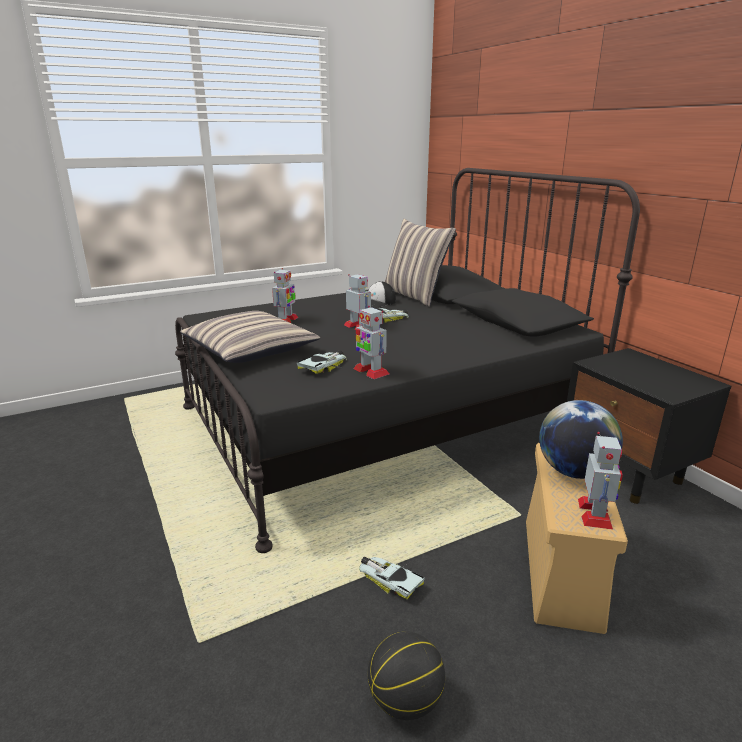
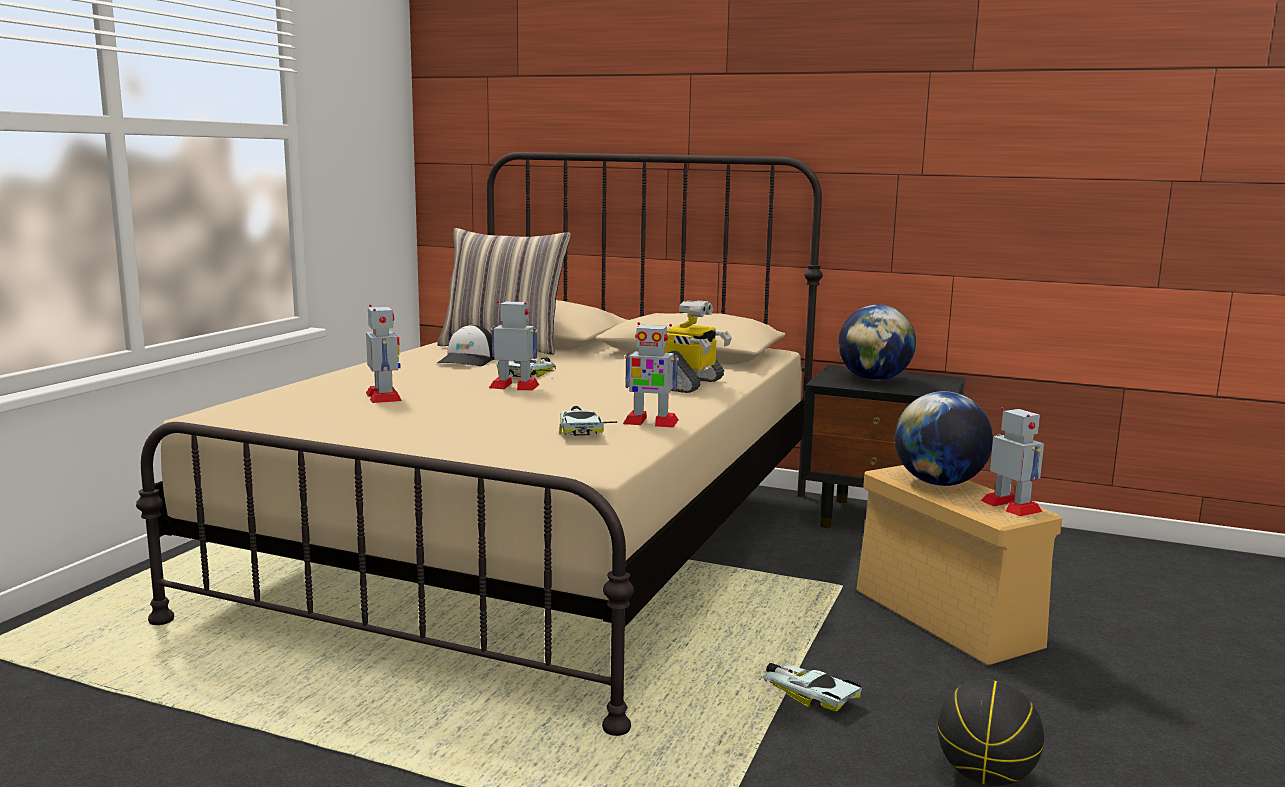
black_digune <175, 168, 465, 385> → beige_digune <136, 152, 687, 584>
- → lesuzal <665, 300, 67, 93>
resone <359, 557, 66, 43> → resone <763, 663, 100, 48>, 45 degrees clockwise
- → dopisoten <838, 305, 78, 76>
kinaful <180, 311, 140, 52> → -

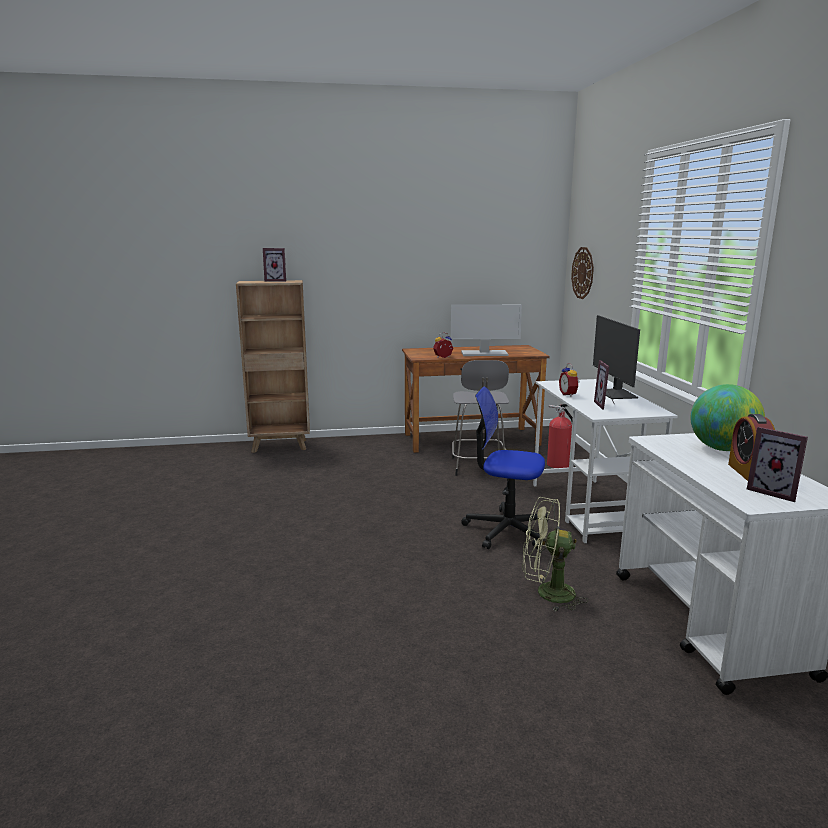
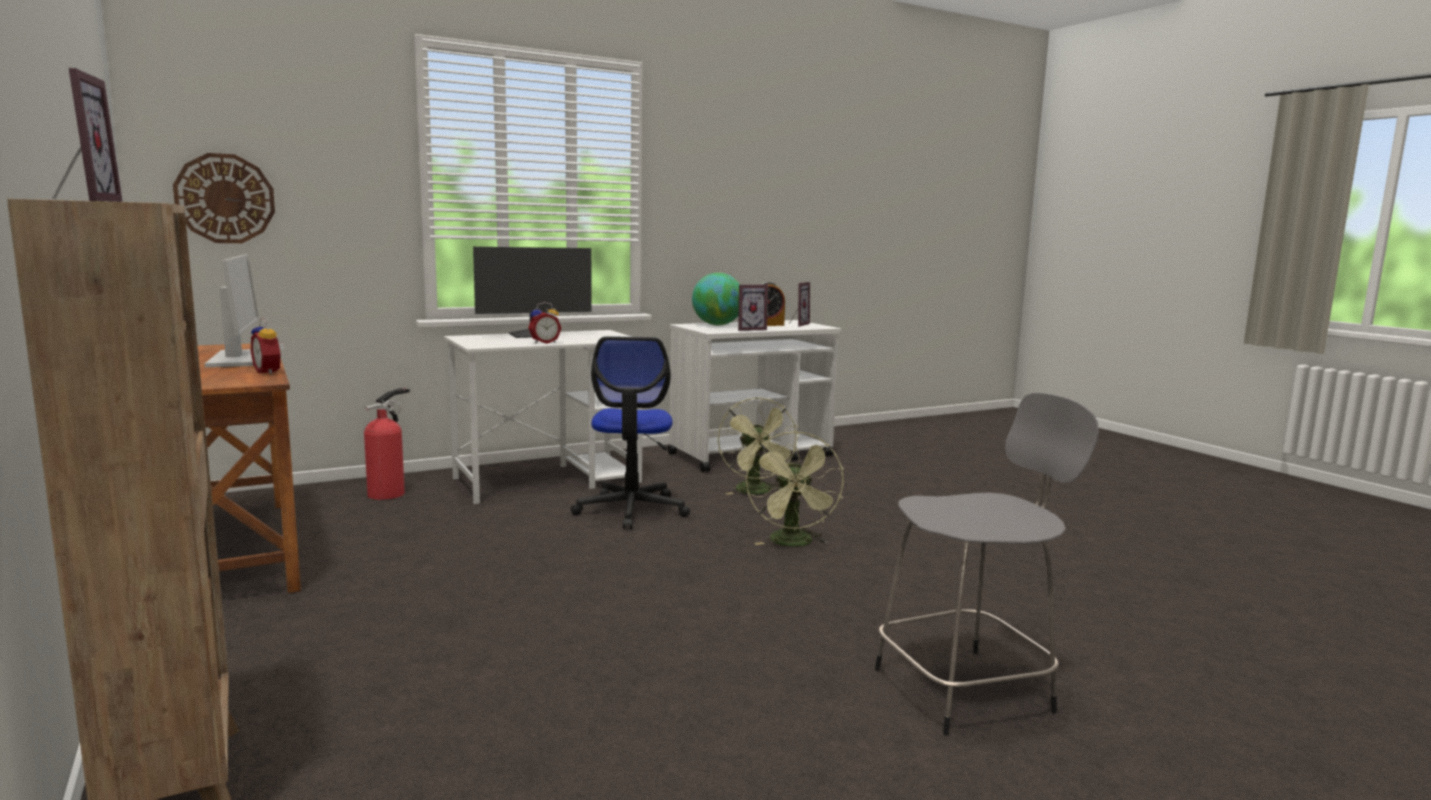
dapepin <594, 360, 21, 49> → dapepin <738, 285, 30, 46>, shifted
- → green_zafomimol <746, 431, 98, 116>
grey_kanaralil <452, 360, 57, 116> → grey_kanaralil <875, 393, 224, 343>, shifted

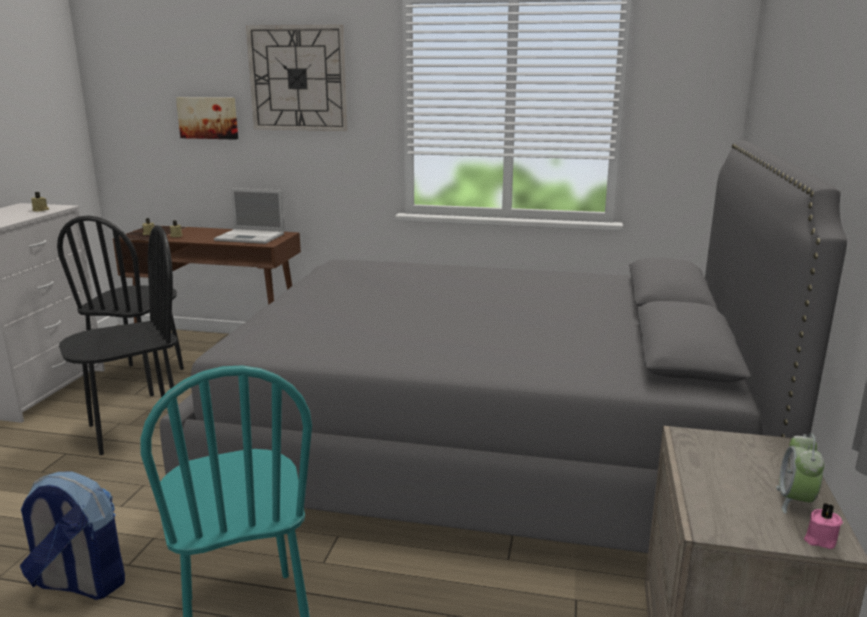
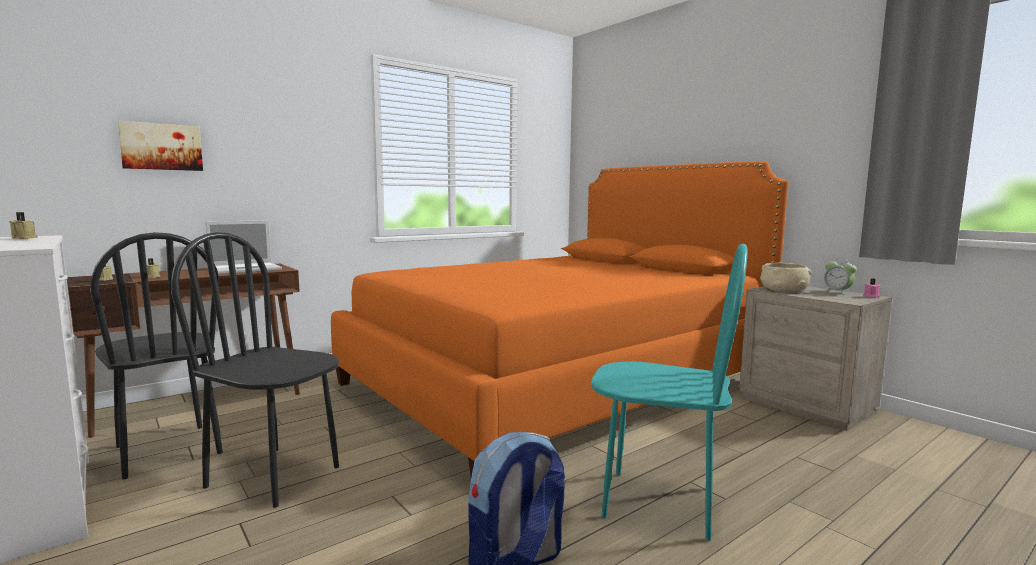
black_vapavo <59, 225, 119, 230> → black_vapavo <171, 232, 168, 276>, 75 degrees counterclockwise
grey_digune <160, 140, 687, 413> → orange_digune <331, 161, 457, 316>
- → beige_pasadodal <760, 263, 51, 29>
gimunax <246, 25, 102, 106> → -

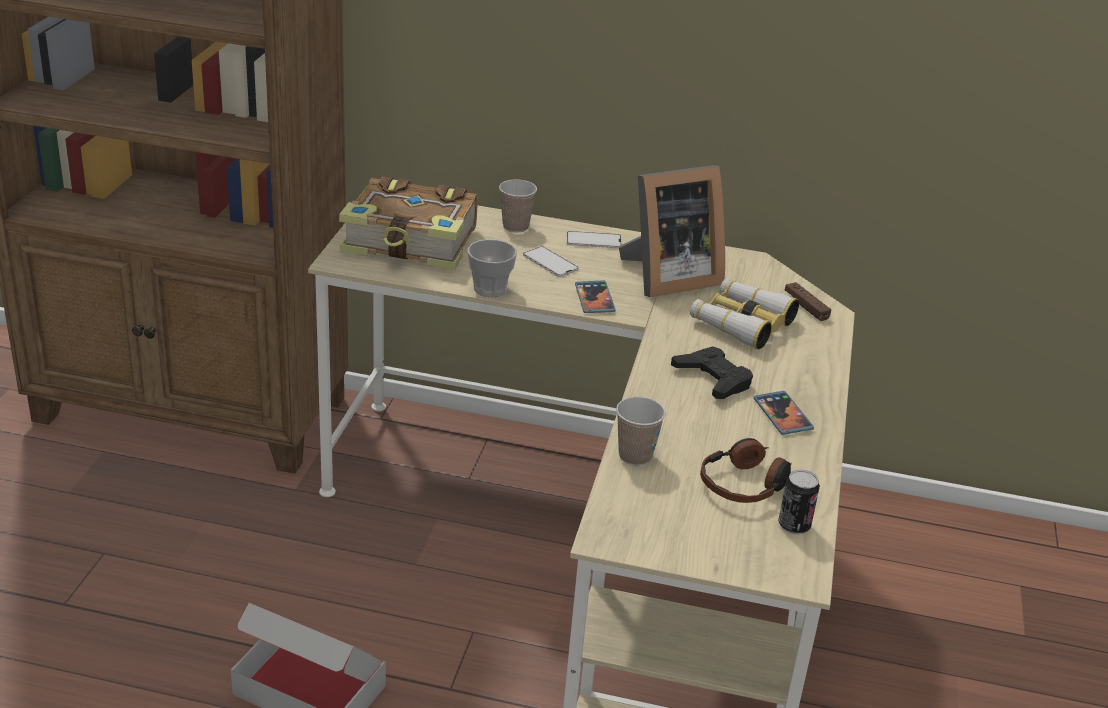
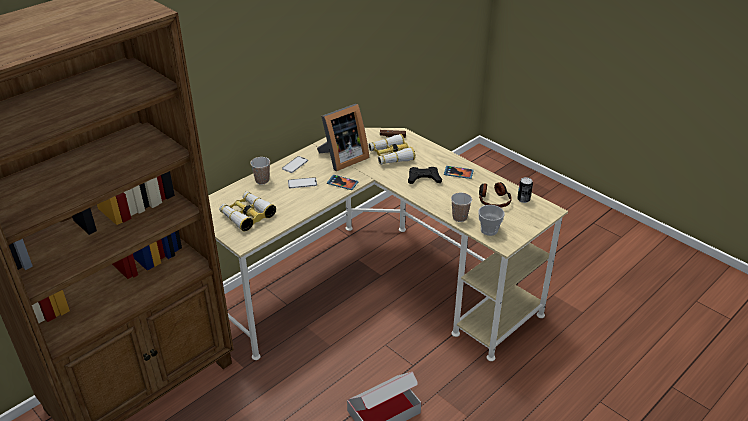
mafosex <339, 176, 139, 94> → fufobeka <219, 191, 57, 40>
dapepin <618, 165, 107, 132> → dapepin <317, 104, 52, 67>, 45 degrees clockwise
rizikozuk <468, 239, 49, 58> → rizikozuk <479, 205, 25, 31>, shifted

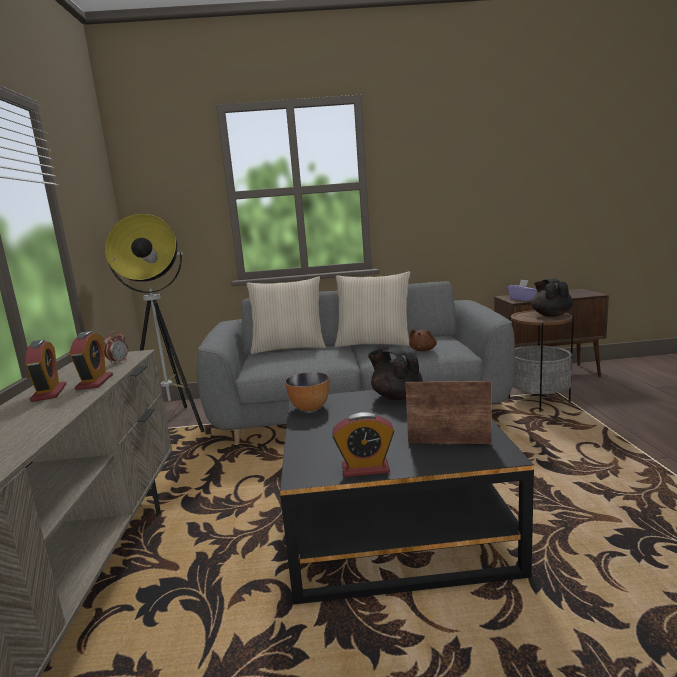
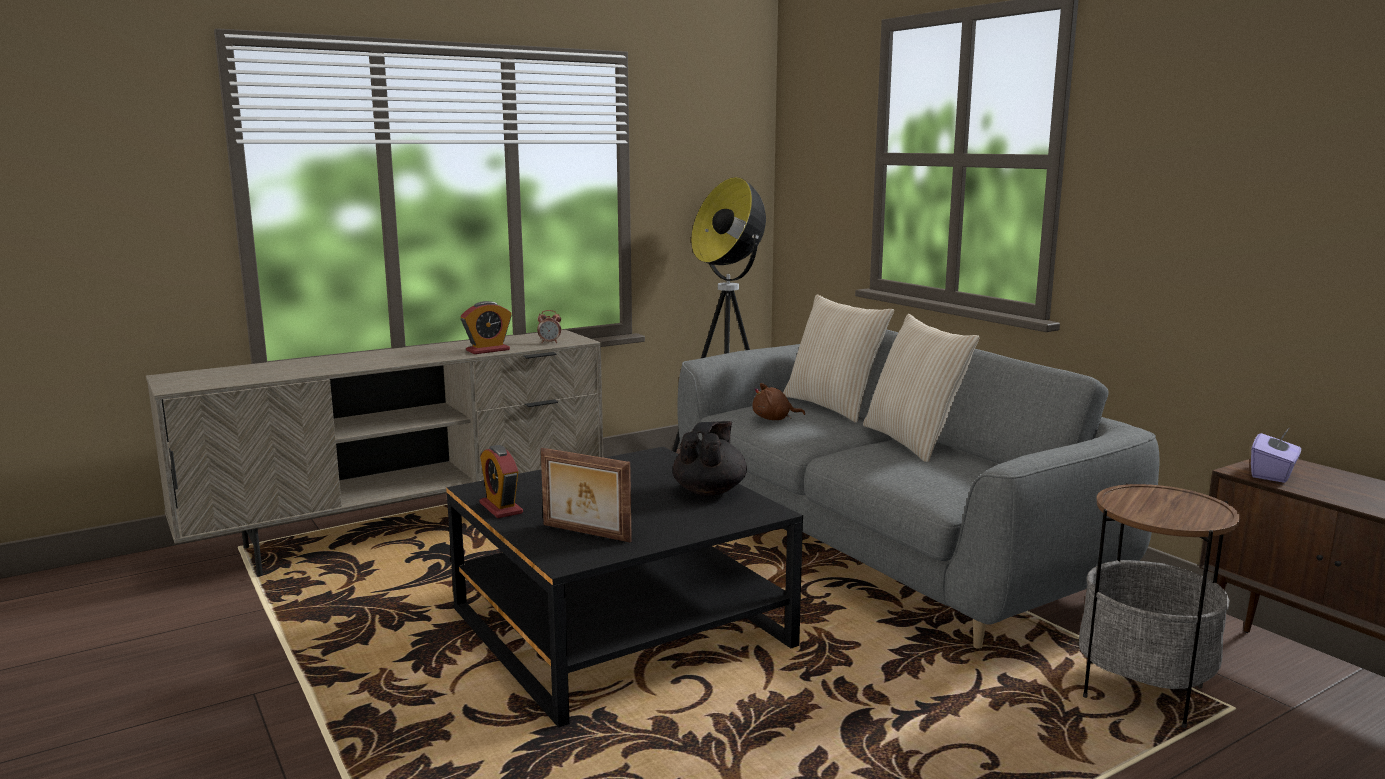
dapepin <405, 381, 87, 63> → dapepin <541, 448, 91, 95>, 135 degrees clockwise
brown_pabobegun <409, 329, 28, 22> → brown_pabobegun <752, 383, 53, 37>, shifted
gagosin <25, 340, 41, 62> → -
pasadodal <285, 372, 45, 39> → -
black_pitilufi <531, 278, 42, 39> → -

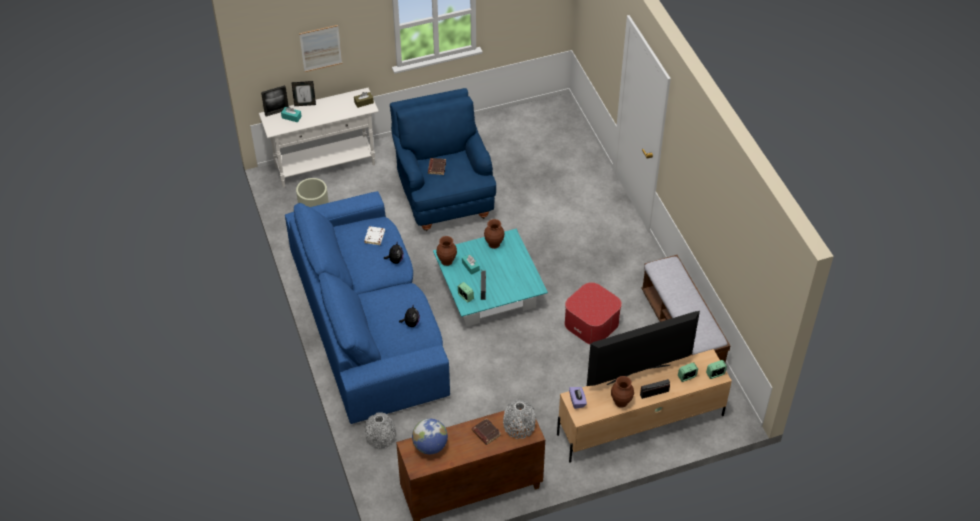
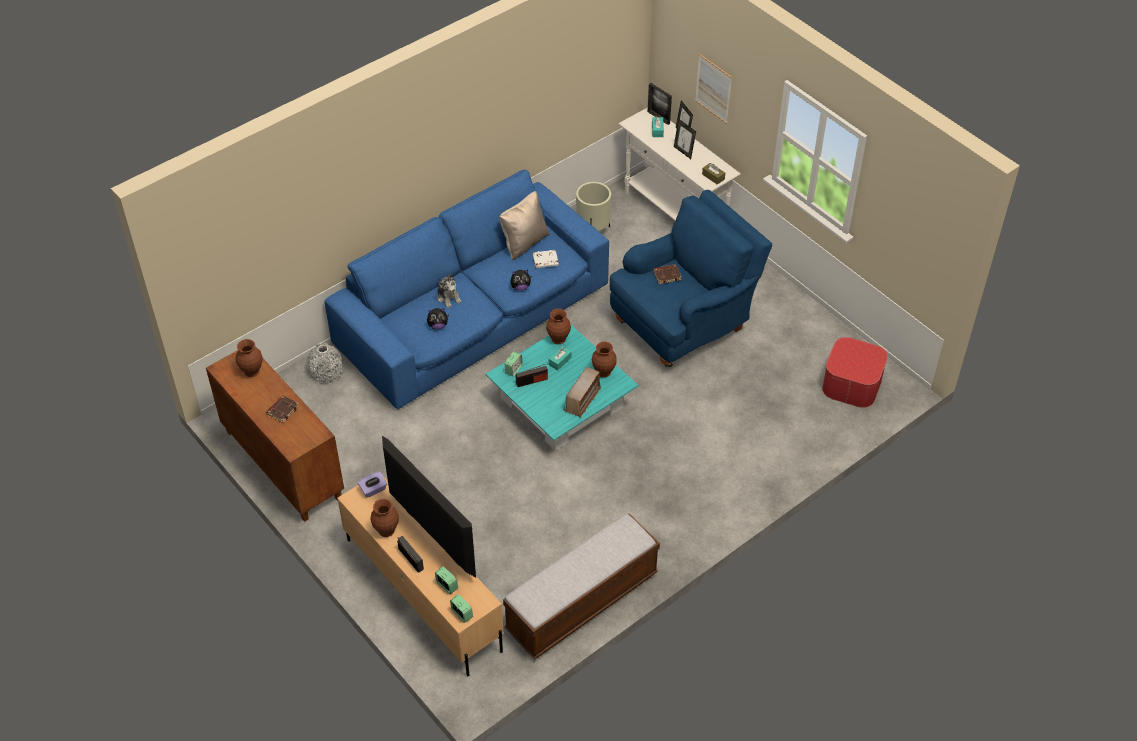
dopisoten <412, 419, 36, 35> → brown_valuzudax <236, 339, 27, 38>
- → pabobegun <437, 274, 25, 34>
- → beige_kinaful <500, 191, 50, 69>
- → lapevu <564, 367, 37, 50>
- → dapepin <674, 119, 22, 40>
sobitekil <565, 282, 57, 62> → sobitekil <822, 337, 66, 71>, shifted
grey_valuzudax <503, 399, 33, 40> → -

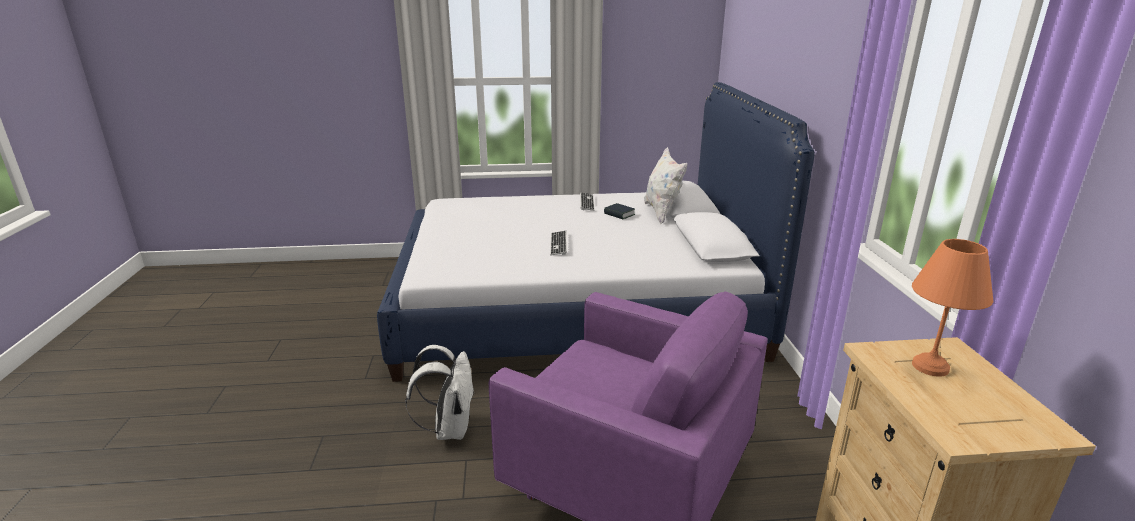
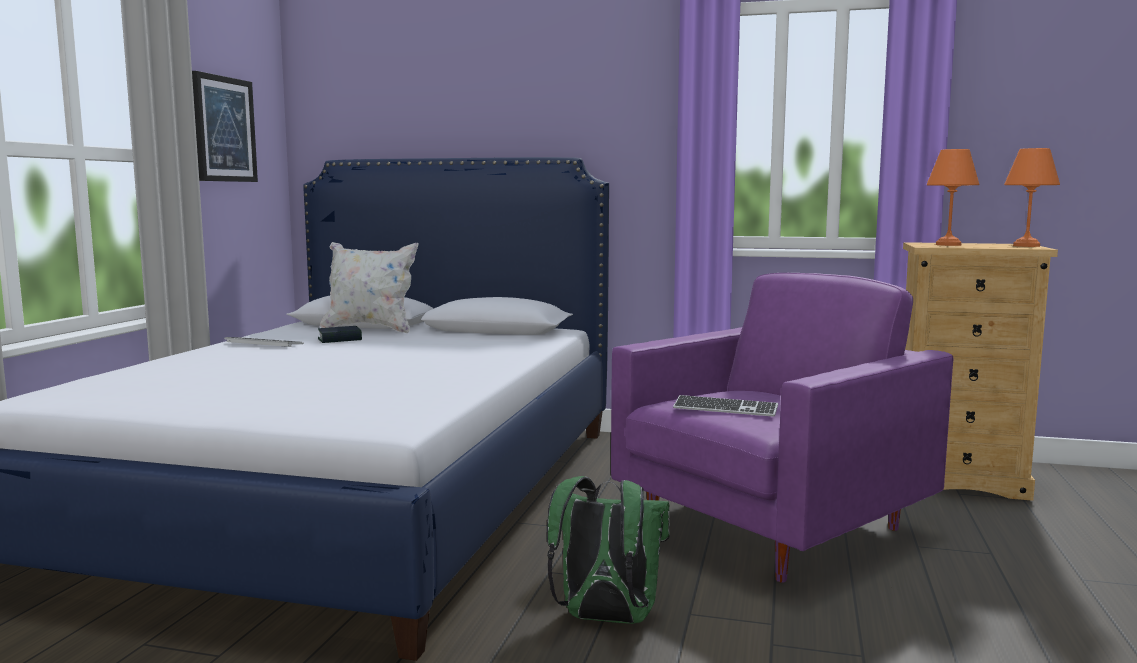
- → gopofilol <192, 71, 66, 111>
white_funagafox <405, 345, 70, 95> → green_funagafox <547, 476, 123, 148>
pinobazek <550, 231, 17, 24> → pinobazek <673, 395, 105, 22>, shifted
- → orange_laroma <1004, 148, 56, 99>

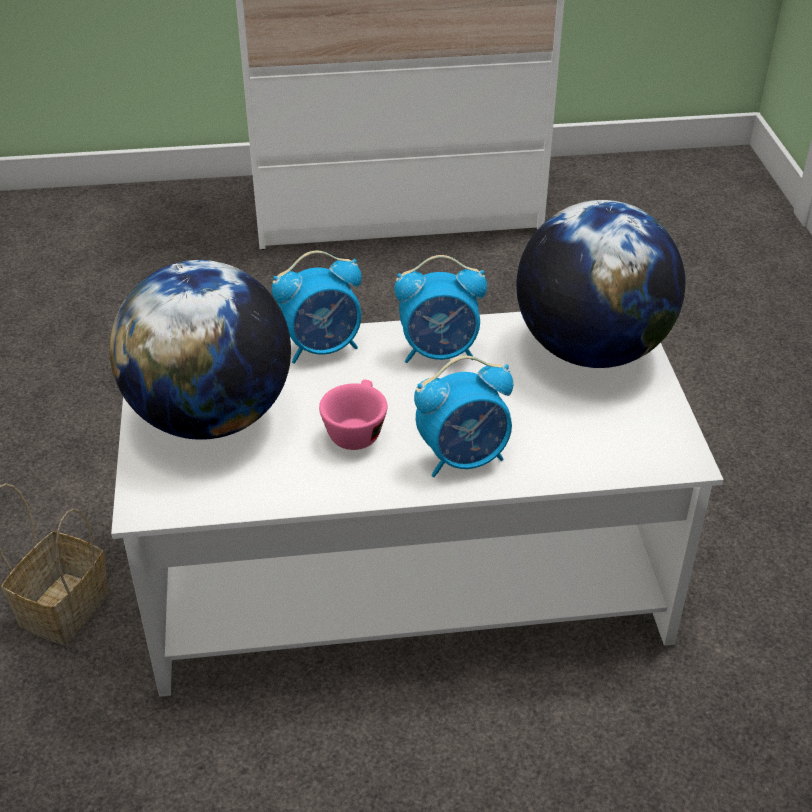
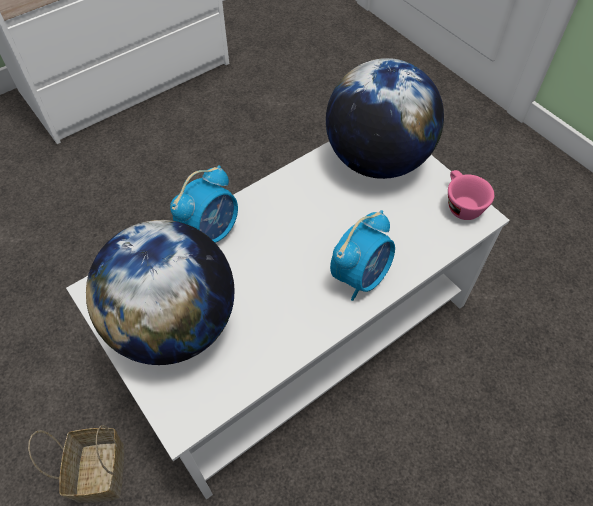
pink_rizikozuk <319, 380, 68, 70> → pink_rizikozuk <448, 170, 46, 50>, shifted
gagosin <394, 255, 93, 108> → -

